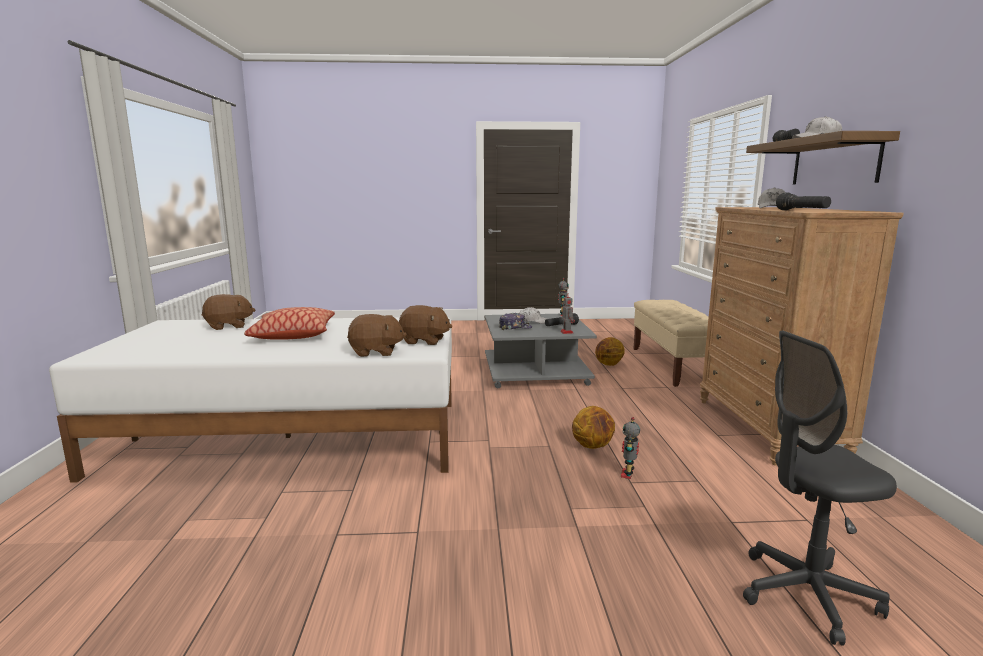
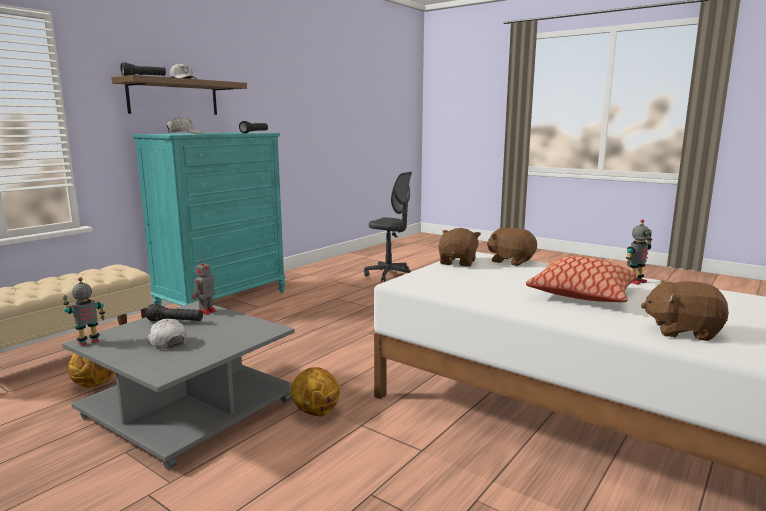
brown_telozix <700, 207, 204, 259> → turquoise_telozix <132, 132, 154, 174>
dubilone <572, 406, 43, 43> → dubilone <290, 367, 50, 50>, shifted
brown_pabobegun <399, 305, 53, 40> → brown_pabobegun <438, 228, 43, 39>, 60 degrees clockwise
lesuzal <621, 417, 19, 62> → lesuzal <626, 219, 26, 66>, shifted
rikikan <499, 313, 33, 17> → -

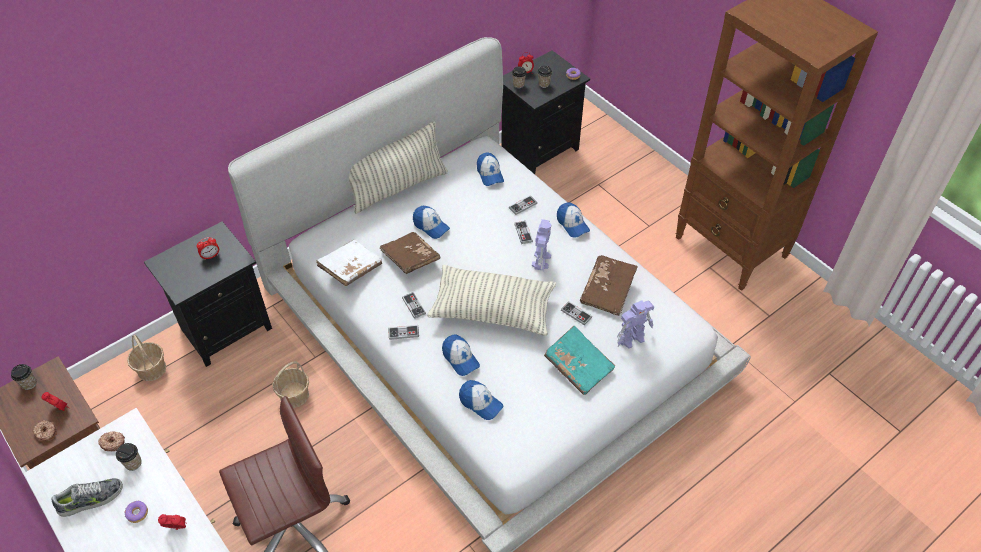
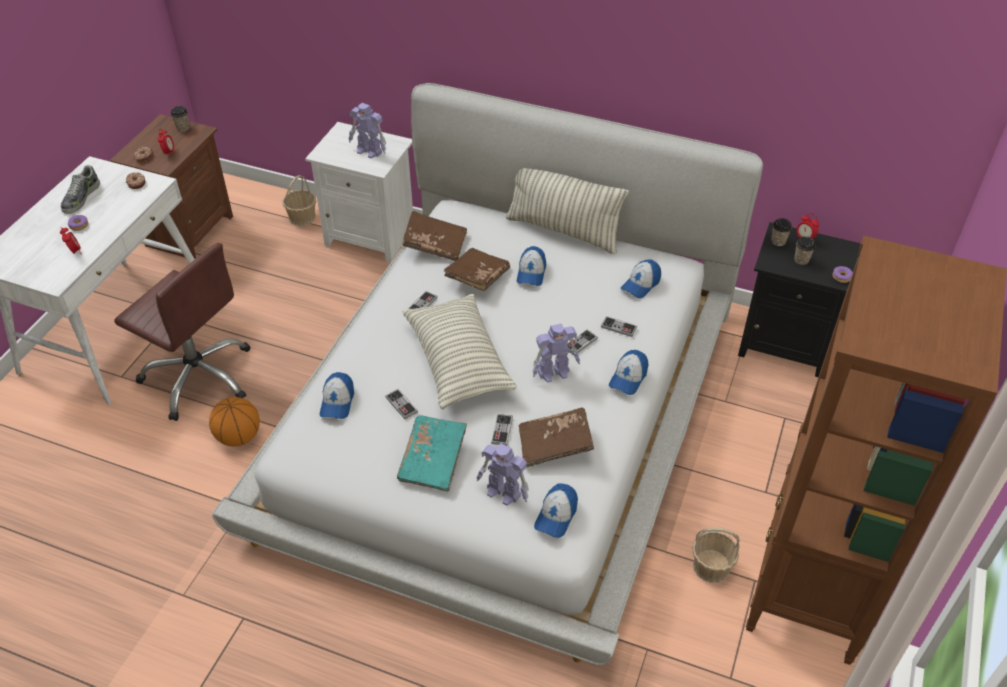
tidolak <52, 478, 71, 39> → tidolak <61, 165, 39, 49>, 75 degrees clockwise
- → dubilone <209, 397, 51, 49>
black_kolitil <144, 221, 128, 146> → white_kolitil <305, 122, 108, 141>
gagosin <197, 237, 22, 23> → lesuzal <349, 103, 37, 55>
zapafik <388, 325, 31, 15> → zapafik <385, 389, 33, 30>, shifted
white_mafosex <316, 240, 66, 46> → brown_mafosex <402, 211, 65, 50>
rikikan <442, 334, 38, 42> → rikikan <534, 483, 44, 55>, shifted
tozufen <272, 361, 37, 47> → tozufen <692, 528, 48, 55>, shifted
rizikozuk <116, 443, 26, 28> → -

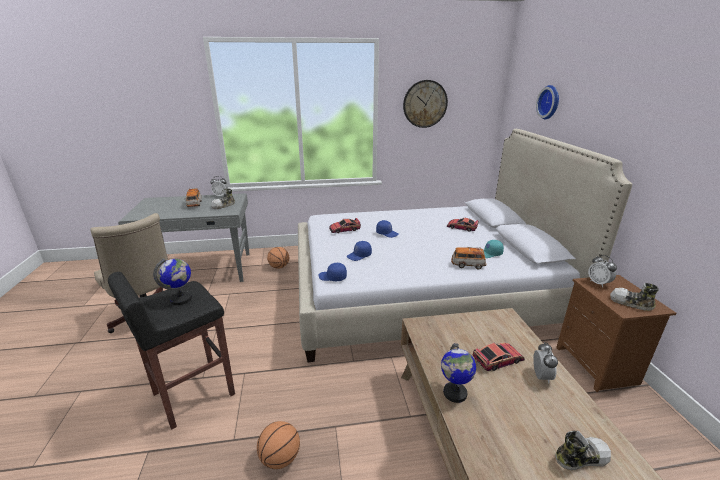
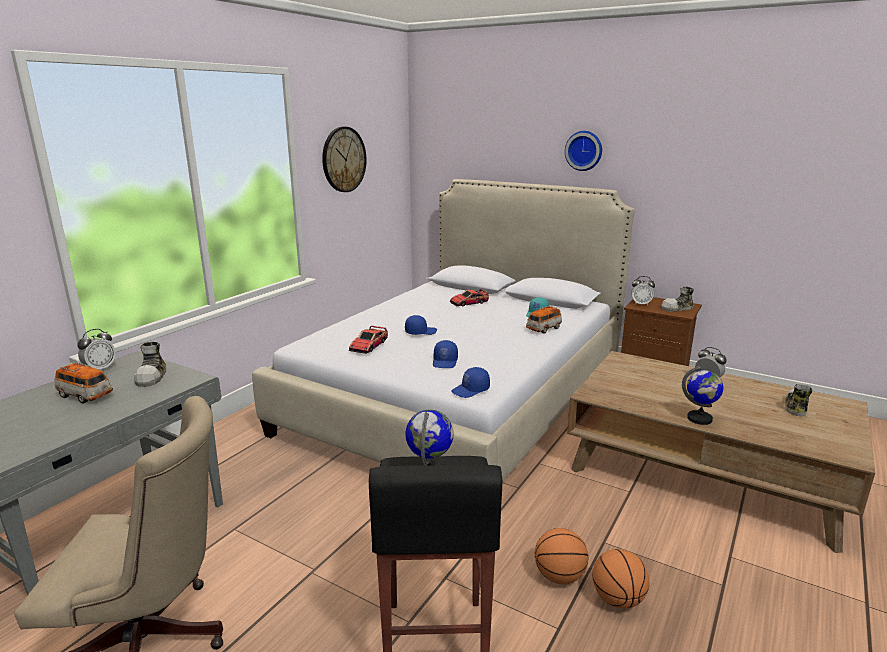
dubilone <267, 247, 22, 21> → dubilone <535, 528, 54, 56>, shifted
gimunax <536, 85, 23, 34> → gimunax <565, 131, 37, 40>, shifted
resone <473, 343, 52, 28> → -

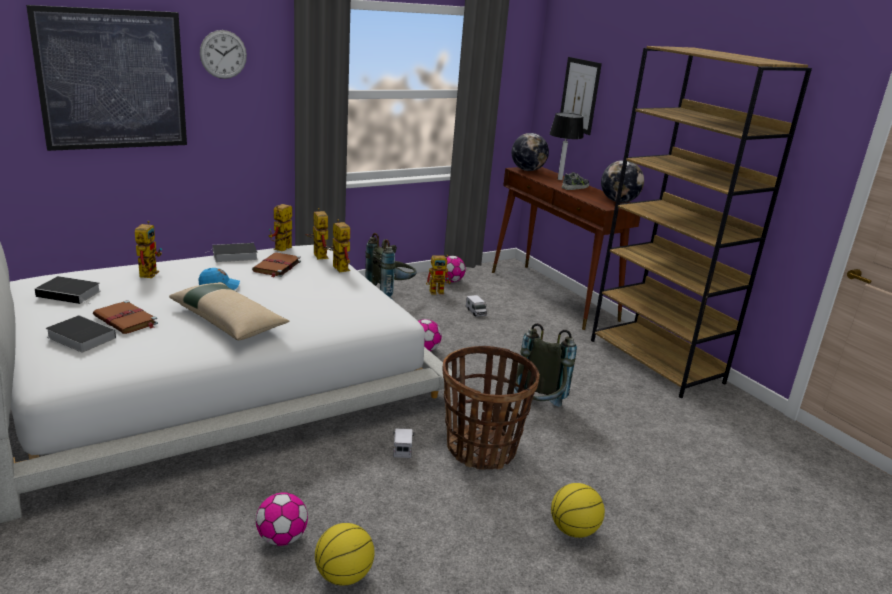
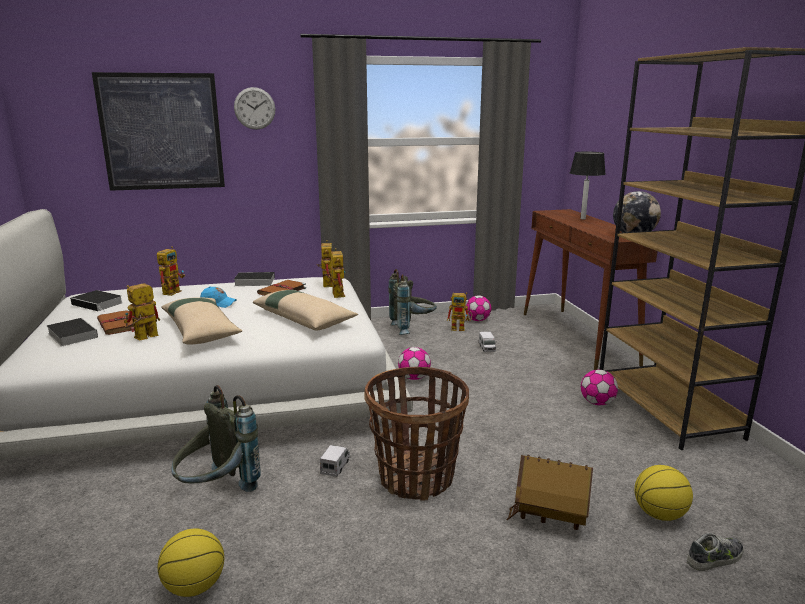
lesuzal <268, 204, 24, 47> → lesuzal <124, 283, 36, 57>, shifted
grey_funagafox <514, 323, 63, 84> → grey_funagafox <171, 385, 90, 107>, shifted
- → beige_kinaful <253, 290, 105, 40>
- → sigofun <507, 455, 86, 75>
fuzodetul <256, 493, 52, 53> → fuzodetul <581, 370, 37, 35>, shifted
dubilone <551, 483, 54, 55> → dubilone <634, 465, 59, 56>, shifted
tidolak <562, 172, 27, 18> → tidolak <687, 533, 57, 38>, shifted
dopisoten <512, 133, 37, 38> → -
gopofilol <560, 57, 42, 78> → -

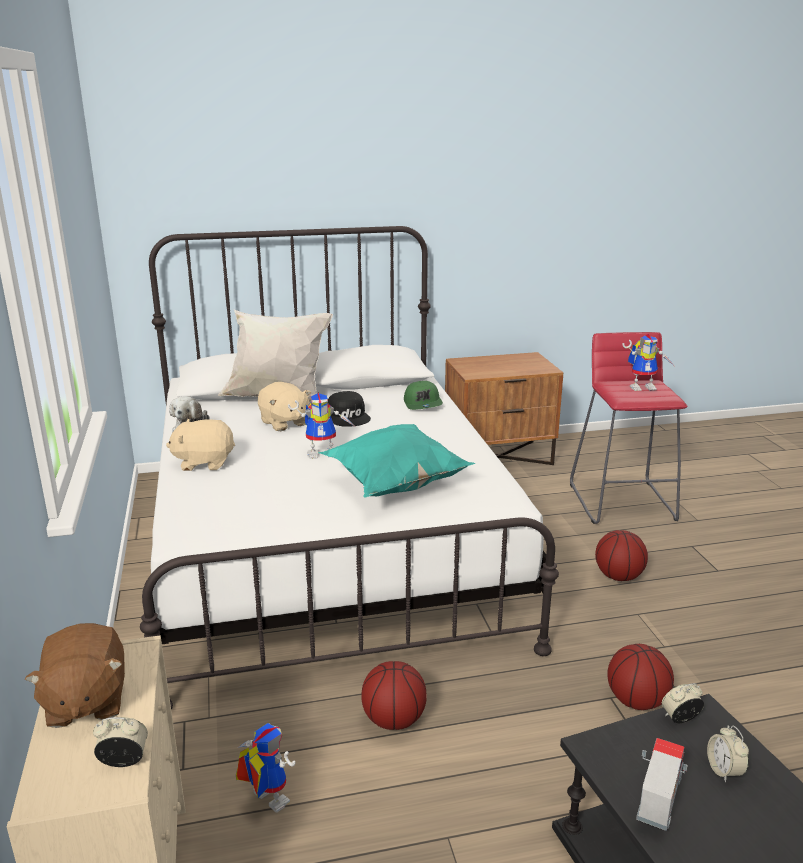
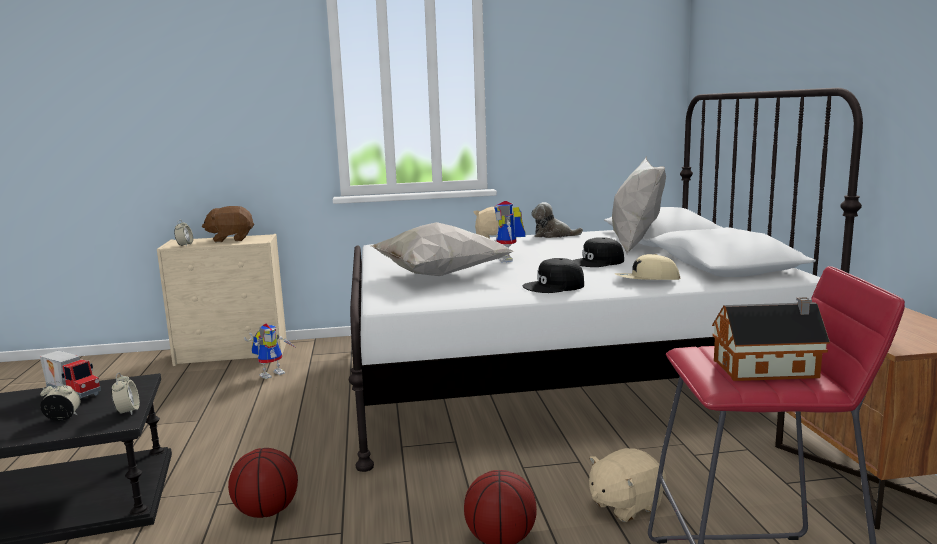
turquoise_kinaful <318, 424, 157, 74> → white_kinaful <371, 222, 144, 54>
- → black_rikikan <522, 258, 62, 35>
beige_pabobegun <258, 382, 53, 49> → beige_pabobegun <589, 448, 77, 74>, shifted
green_rikikan <404, 381, 39, 29> → beige_rikikan <615, 254, 65, 26>
lesuzal <622, 334, 51, 57> → sigofun <712, 297, 118, 84>
dubilone <361, 661, 66, 69> → -

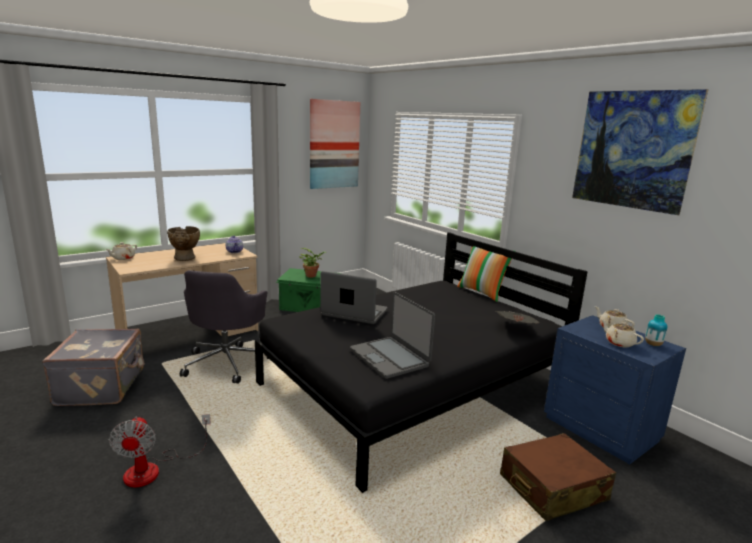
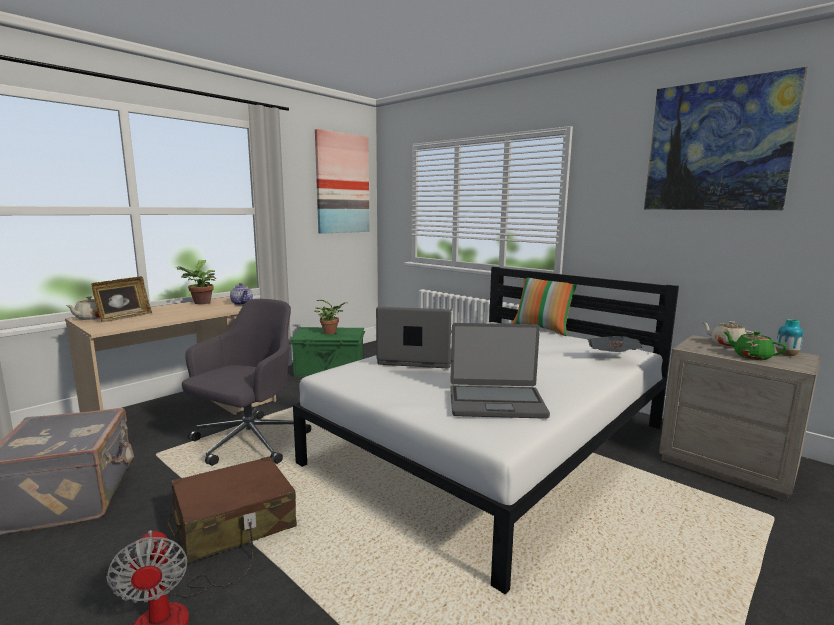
- → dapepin <91, 276, 61, 46>
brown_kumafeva <500, 433, 116, 88> → brown_kumafeva <168, 456, 129, 107>, shifted
- → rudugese <176, 260, 40, 44>
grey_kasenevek <180, 270, 89, 114> → grey_kasenevek <182, 299, 129, 167>, 150 degrees counterclockwise
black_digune <255, 232, 333, 261> → white_digune <293, 267, 386, 327>
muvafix <350, 292, 85, 87> → muvafix <450, 323, 100, 96>, 45 degrees counterclockwise
blue_kolitil <544, 315, 142, 149> → beige_kolitil <659, 335, 162, 166>
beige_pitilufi <601, 319, 43, 28> → green_pitilufi <724, 331, 63, 29>
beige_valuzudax <167, 226, 33, 35> → -

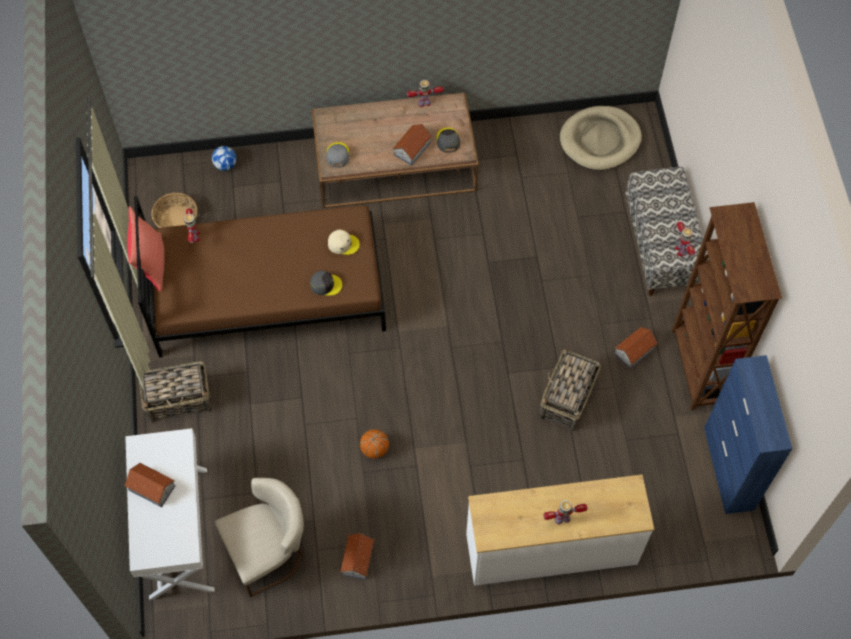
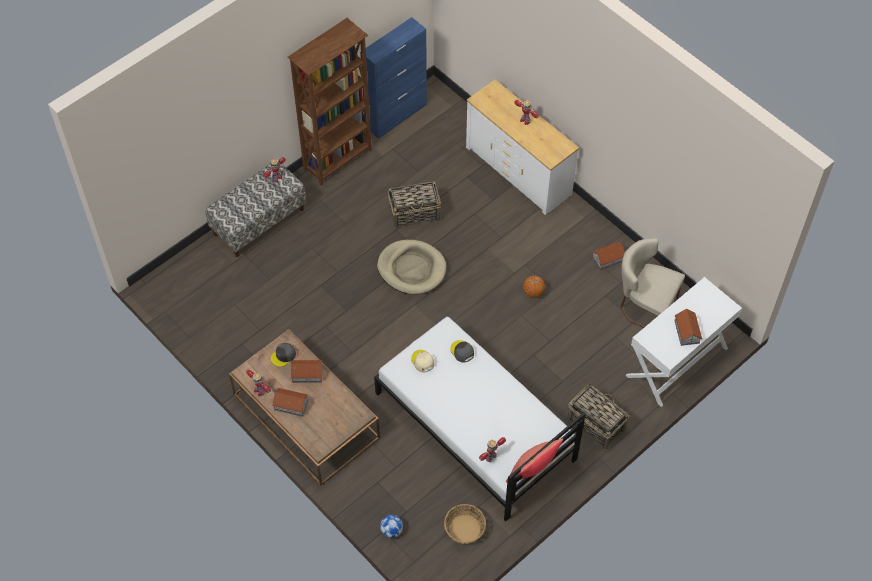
sigofun <614, 327, 44, 42> → sigofun <272, 388, 37, 29>, shifted
brown_digune <134, 196, 252, 162> → white_digune <374, 317, 212, 204>
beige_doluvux <560, 106, 82, 64> → beige_doluvux <377, 240, 69, 54>, shifted
grey_rikikan <326, 142, 23, 26> → -

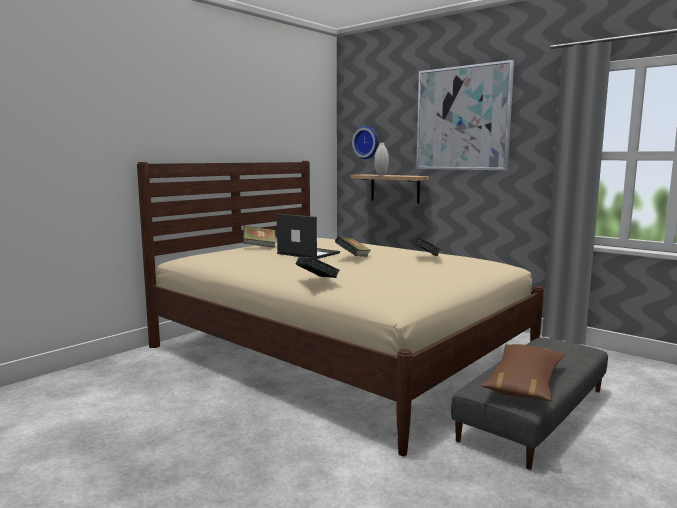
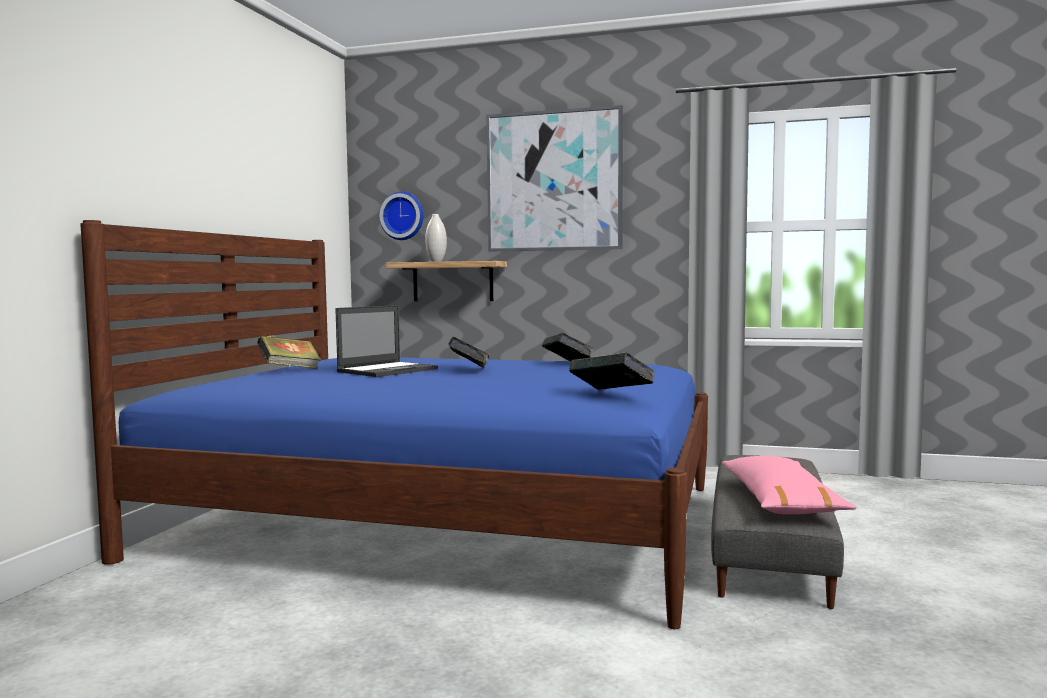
beige_digune <137, 161, 407, 295> → blue_digune <80, 220, 628, 409>
muvafix <277, 214, 63, 45> → muvafix <335, 305, 103, 72>, 120 degrees clockwise
mafosex <296, 257, 44, 21> → mafosex <569, 353, 86, 37>, shifted
brown_kinaful <481, 344, 84, 57> → pink_kinaful <722, 456, 134, 58>

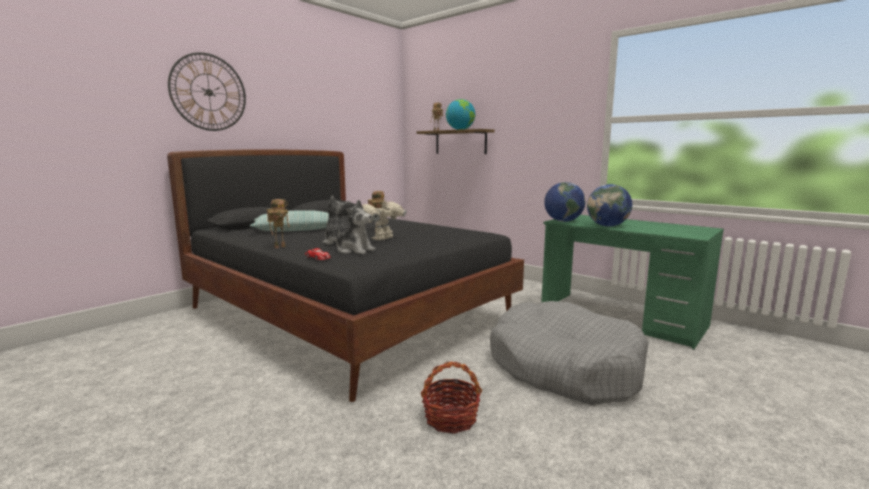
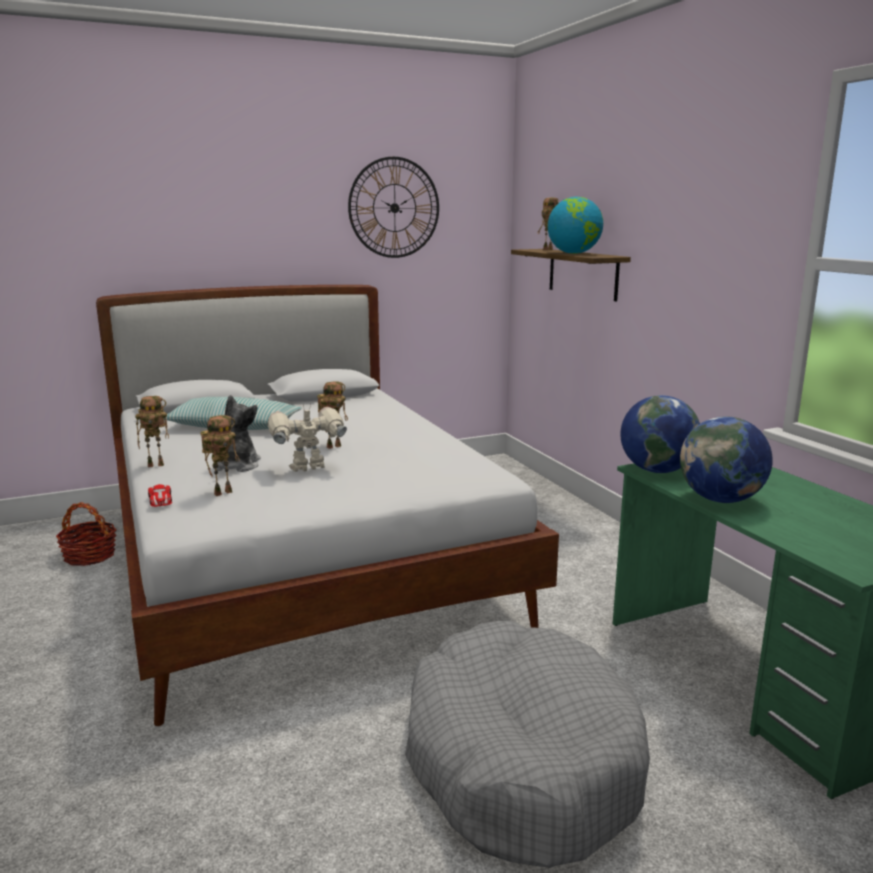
tozufen <421, 361, 61, 73> → tozufen <56, 502, 61, 64>, shifted
black_digune <167, 149, 357, 253> → white_digune <96, 285, 463, 441>
pabobegun <333, 200, 43, 54> → lesuzal <201, 415, 39, 81>
gimunax <168, 52, 78, 79> → gimunax <348, 157, 91, 101>, shifted

